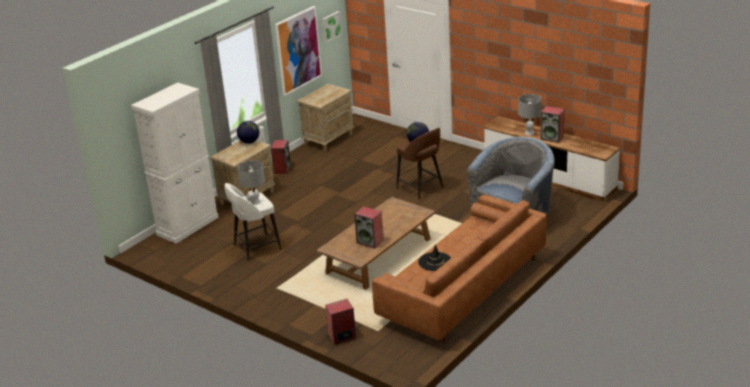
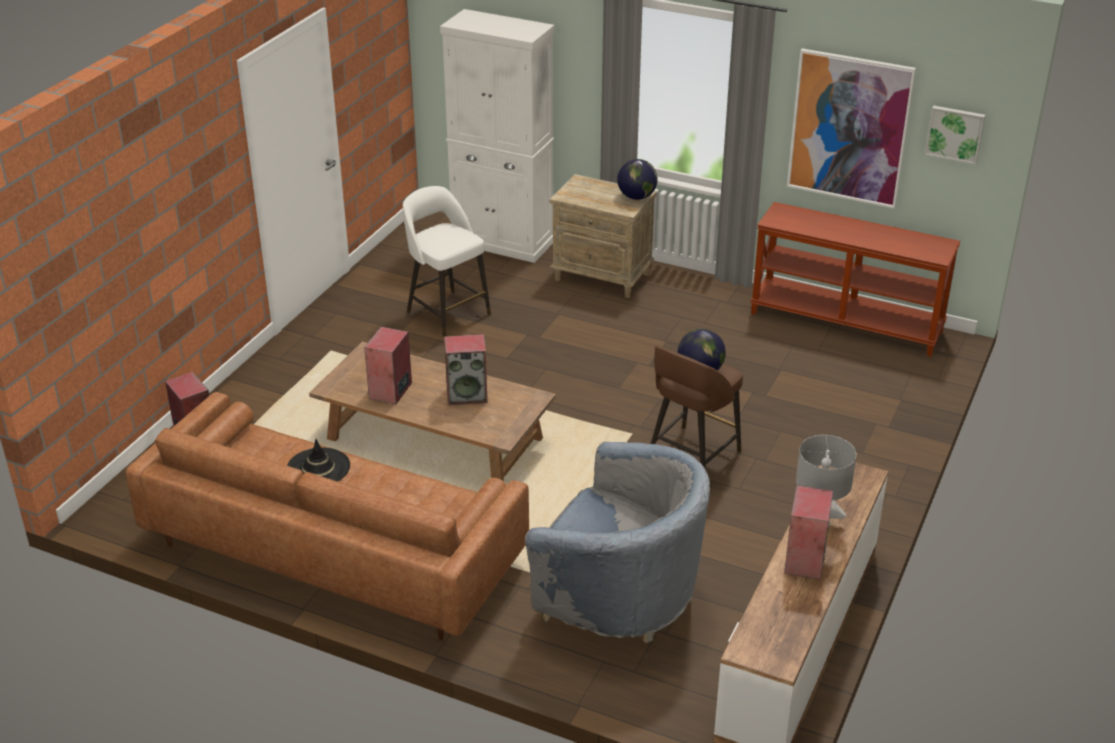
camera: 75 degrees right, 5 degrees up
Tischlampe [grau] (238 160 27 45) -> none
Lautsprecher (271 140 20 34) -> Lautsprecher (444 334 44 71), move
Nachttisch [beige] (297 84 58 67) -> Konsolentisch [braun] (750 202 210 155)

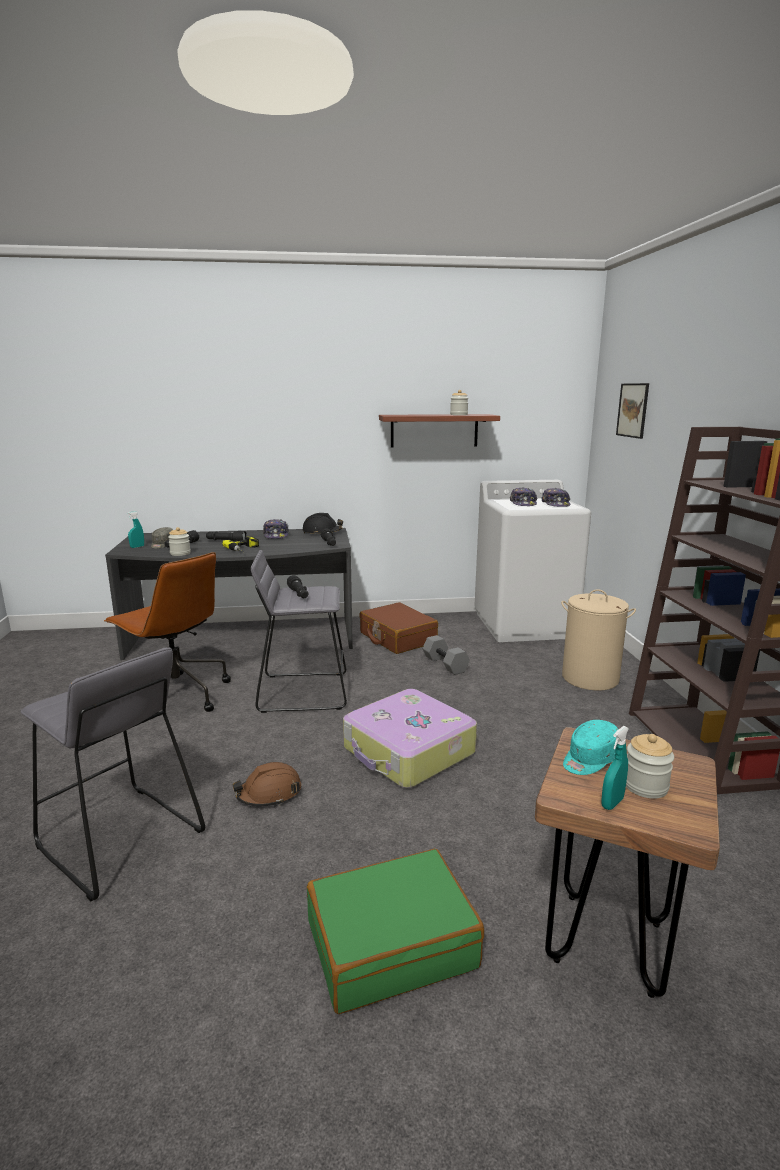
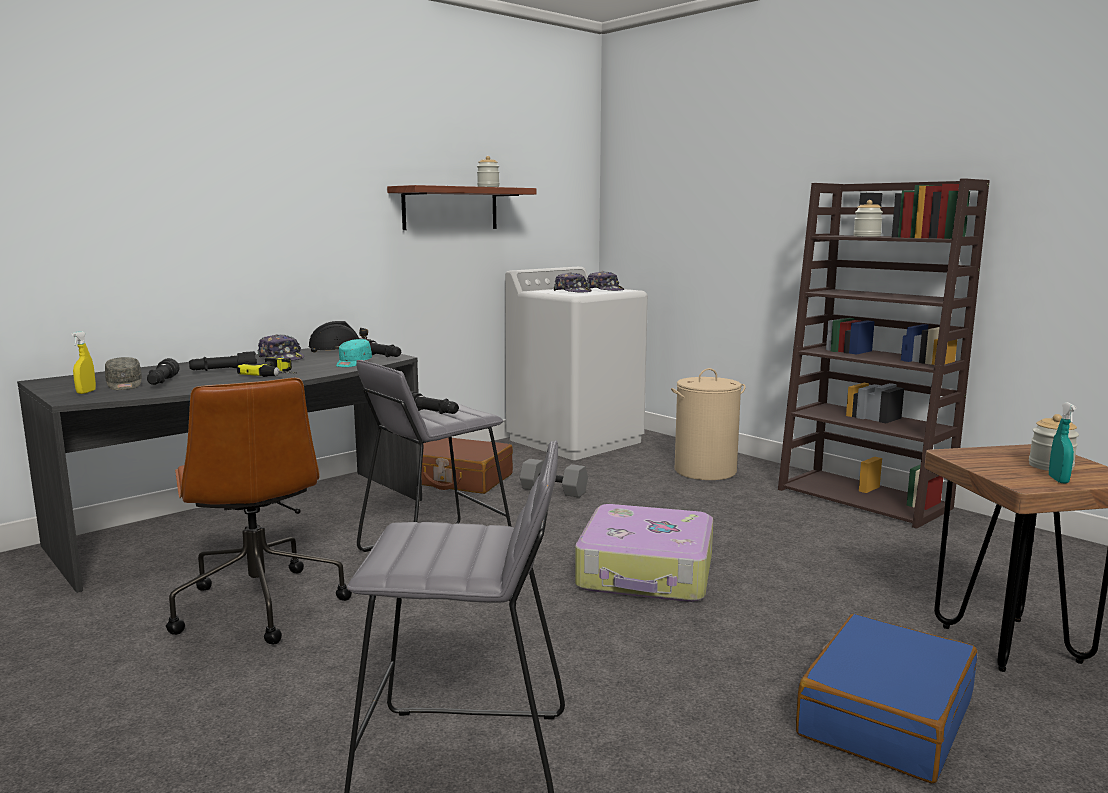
camera: 35 degrees left, 5 degrees down
Schutzhelm [braun] (232 762 69 44) -> none
Bild (616 383 33 56) -> none
Vorratsglas (168 527 23 29) -> Vorratsglas (853 200 30 37), move
Kappe [türkis] (563 720 56 55) -> Kappe [türkis] (336 339 36 28), move
Sprühflasche [türkis] (127 511 17 37) -> Sprühflasche [gelb] (71 331 25 63)
Koffer [grün] (307 849 177 165) -> Koffer [blau] (796 614 181 169)
Bürostuhl [braun] (104 552 127 160) -> Bürostuhl [braun] (166 378 186 266), 60 degrees clockwise

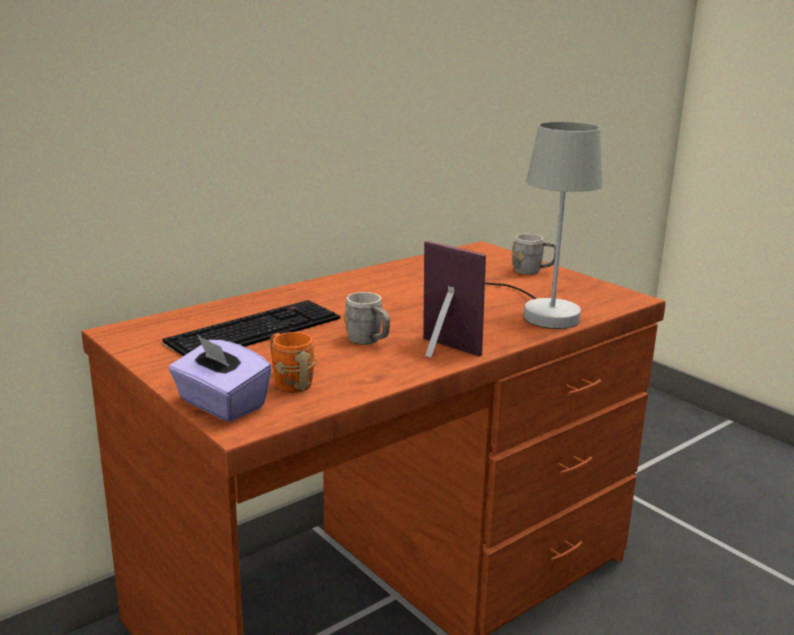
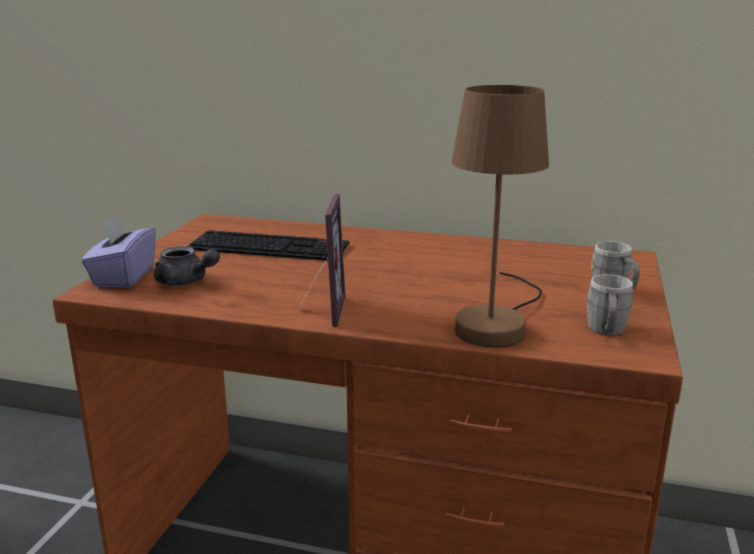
camera: 55 degrees right, 0 degrees up
Henkelbecher [grau] (344 292 46 53) -> Henkelbecher [grau] (586 274 47 61), move
Henkelbecher [orange] (270 332 46 61) -> Teekanne [grau] (154 246 66 40)
Tischlampe [grau] (485 122 117 207) -> Tischlampe [braun] (452 85 97 262)

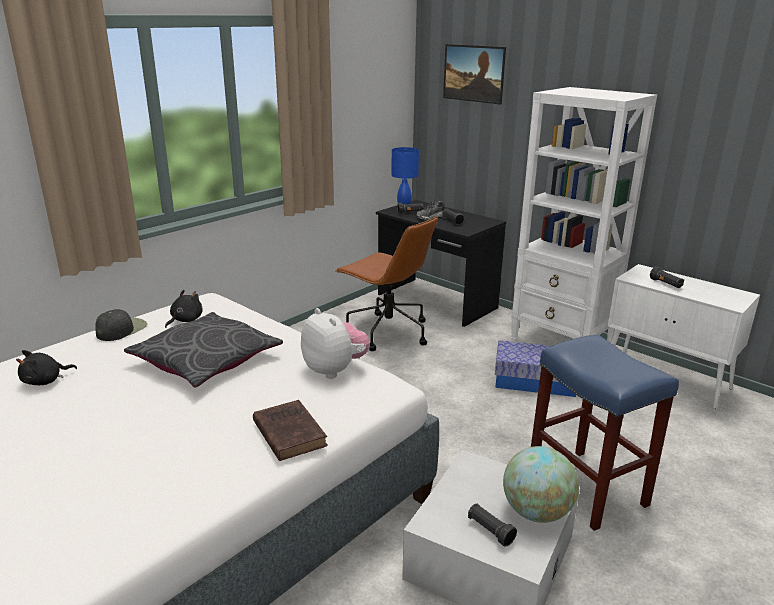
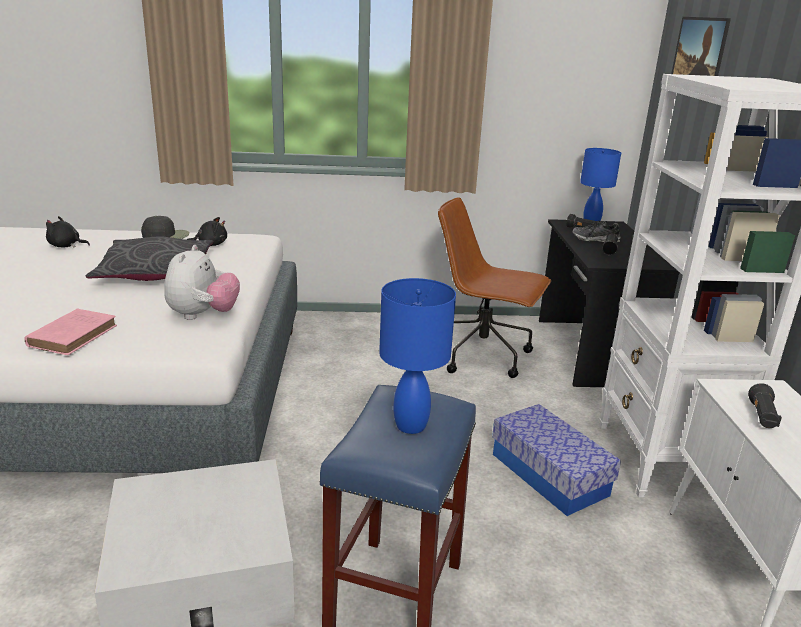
camera: 45 degrees right, 0 degrees up
Taschenlampe [schwarz] (468 503 49 44) -> none
Globus (503 446 76 77) -> none
none -> Tischlampe [blau] (379 278 77 156)
Buch [braun] (253 400 75 61) -> Buch [rosa] (25 309 92 46)
Bürostuhl [braun] (335 216 103 135) -> Bürostuhl [braun] (438 197 113 181), 120 degrees clockwise

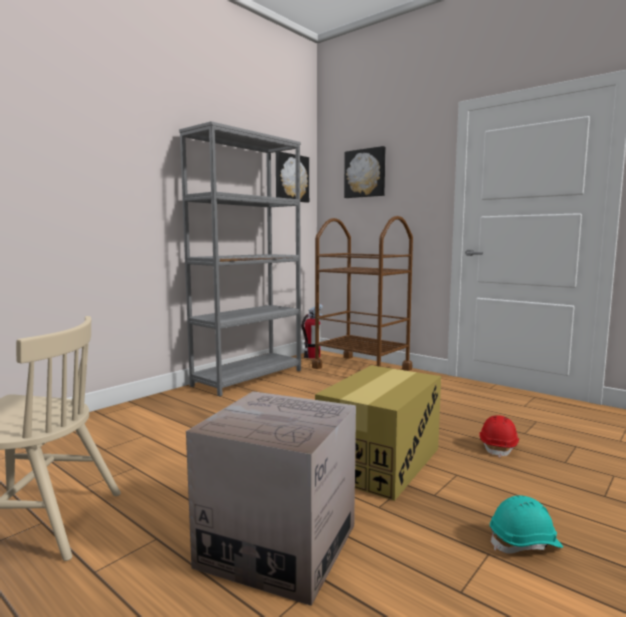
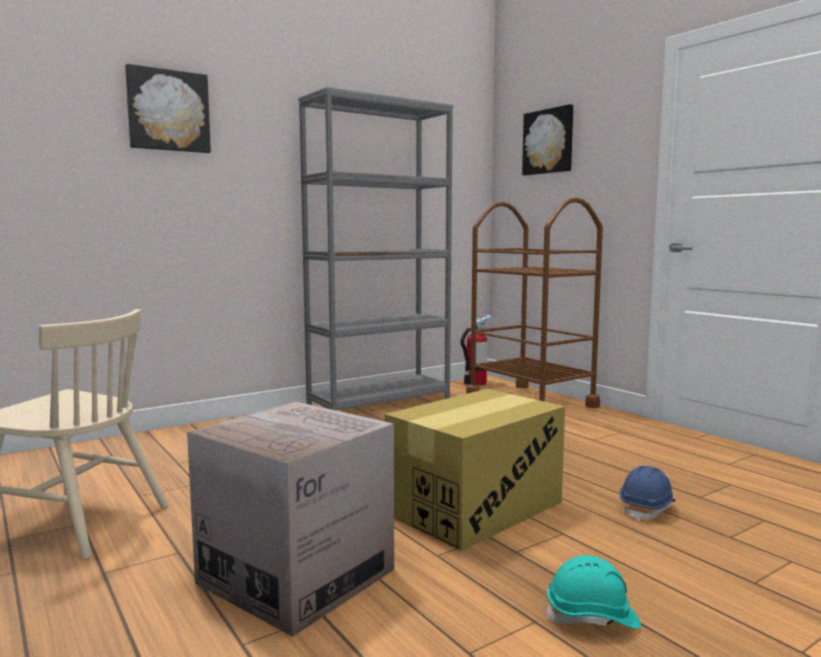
camera: 15 degrees right, 0 degrees up
Bild (276 152 33 51) -> Bild (125 64 86 89), move
Schutzhelm [rot] (479 415 40 43) -> Schutzhelm [blau] (619 466 57 56)

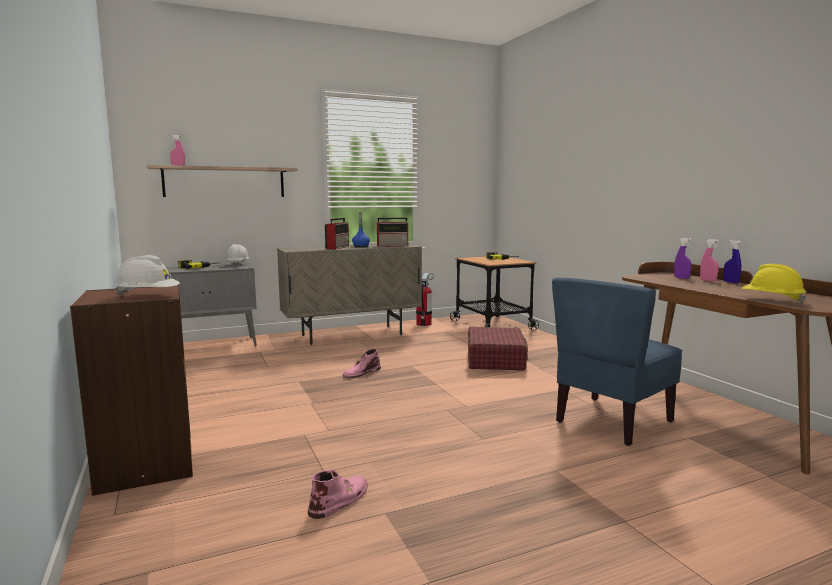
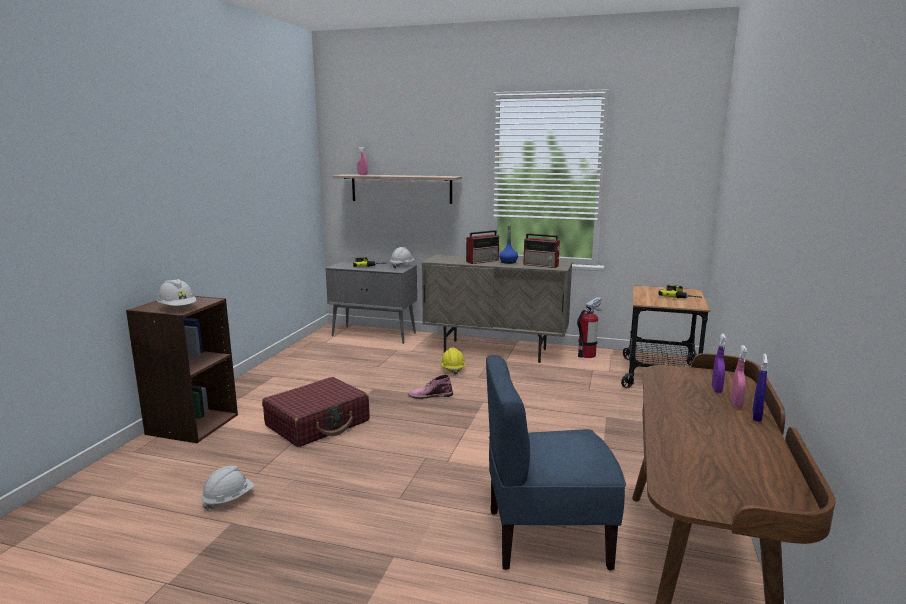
camera: 40 degrees right, 5 degrees up
Koffer [rot] (468 327 60 44) -> Koffer [rot] (262 377 108 70), move
Schutzhelm [gelb] (741 264 66 40) -> Schutzhelm [gelb] (440 348 26 27), move
Stiefel [rosa] (308 469 60 50) -> Schutzhelm [weiß] (201 466 53 45)

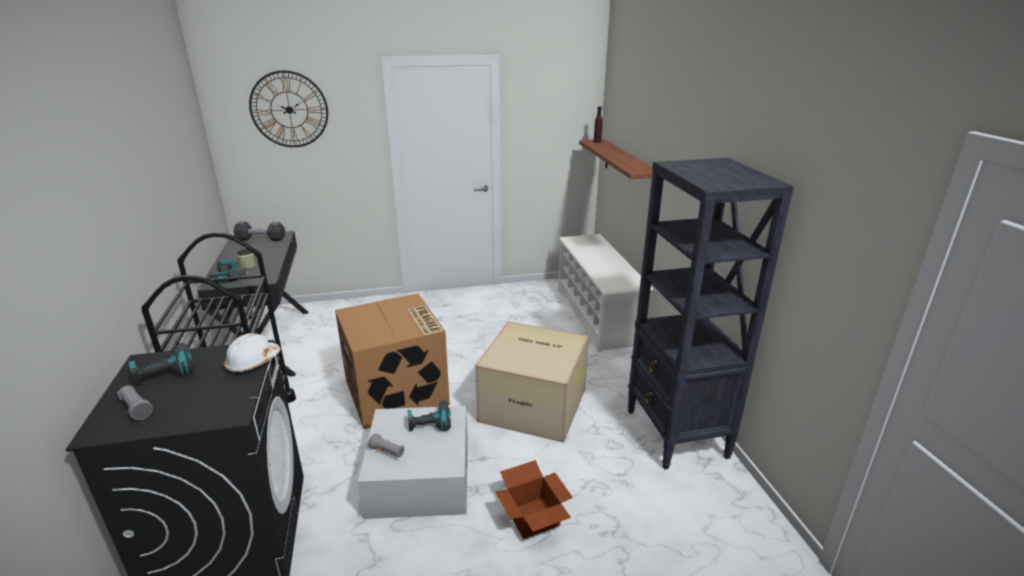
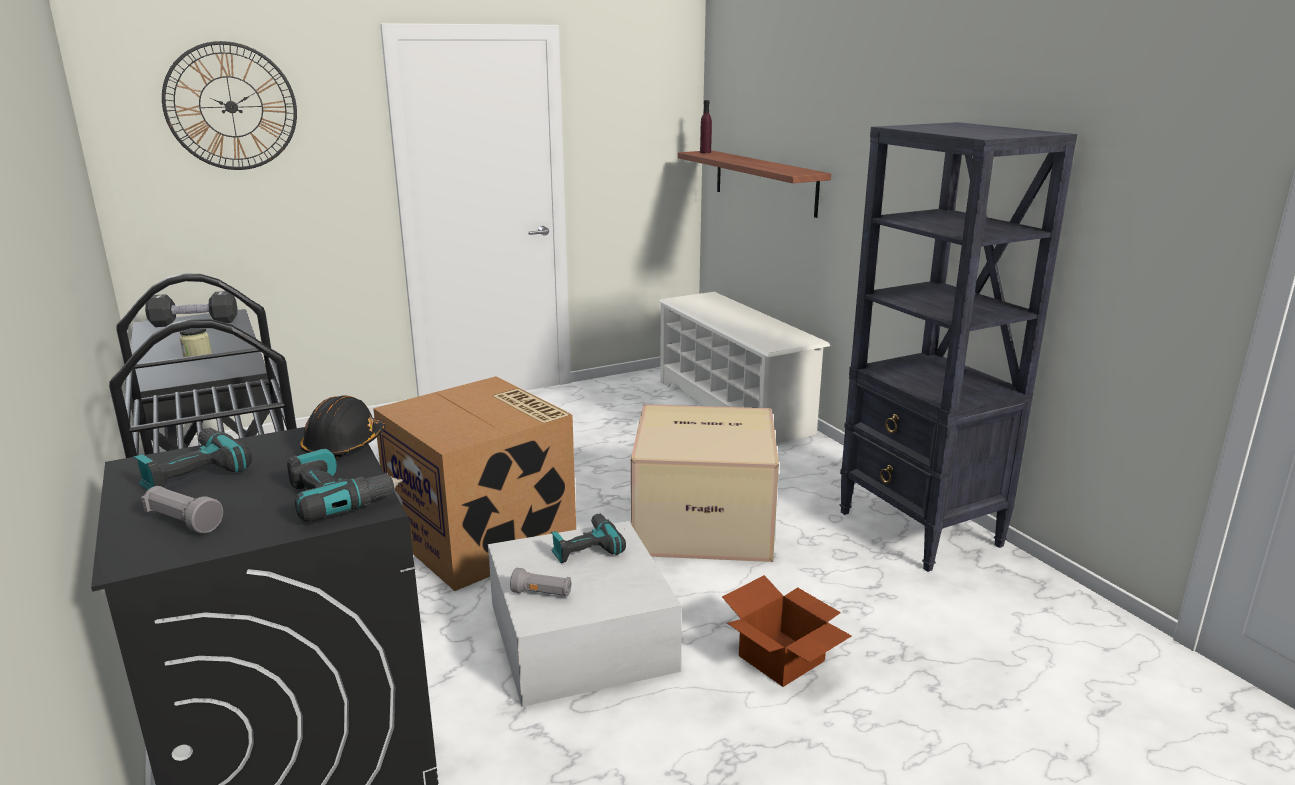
camera: 15 degrees left, 5 degrees down
Bohrmaschine (209 259 42 25) -> Bohrmaschine (287 449 116 73), move
Schutzhelm [weiß] (224 333 56 41) -> Schutzhelm [schwarz] (300 395 86 64)

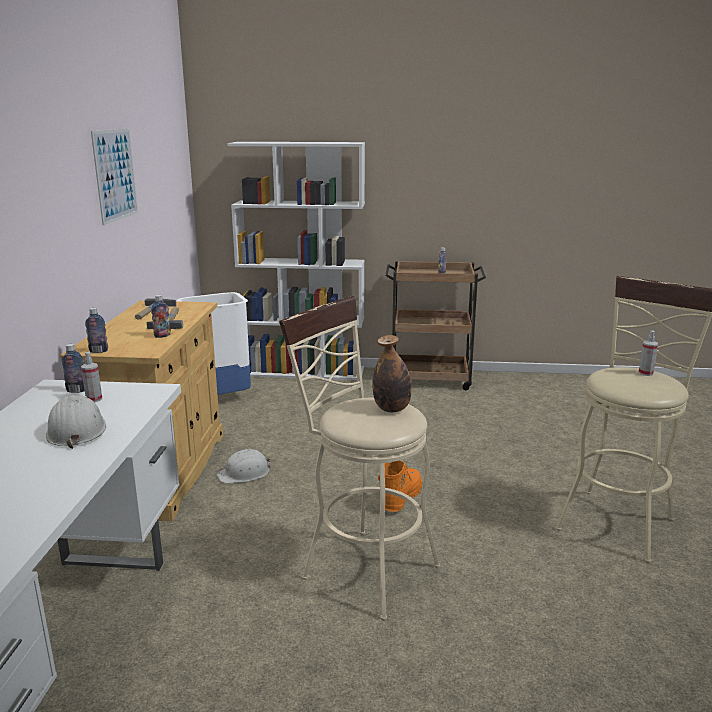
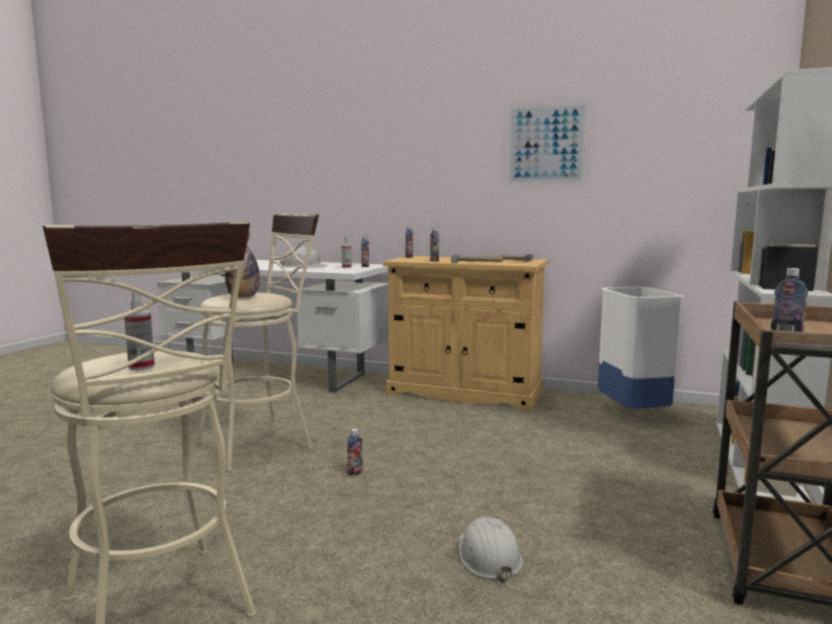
camera: 105 degrees right, 10 degrees down
Schutzhelm [weiß] (217 449 54 34) -> Schutzhelm [weiß] (458 517 65 66), move
Stiefel [orange] (378 460 44 52) -> Flasche (347 429 16 47)

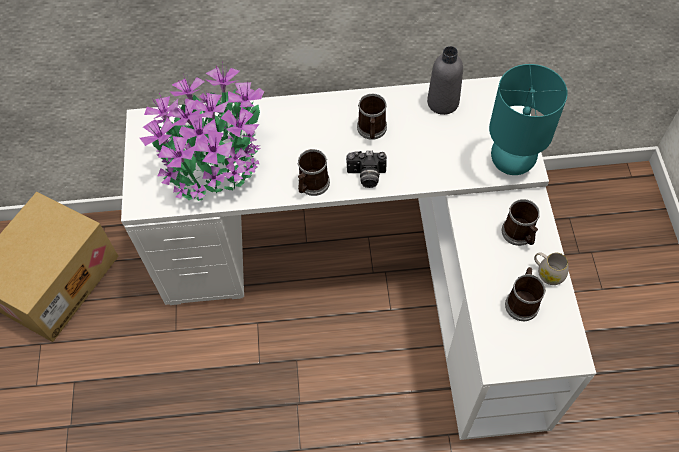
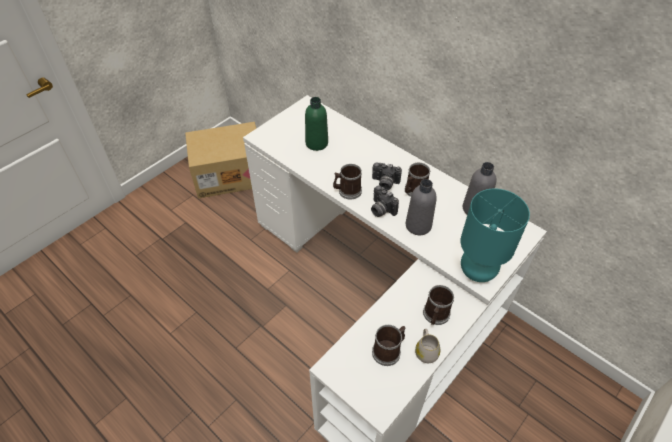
camera: 45 degrees right, 10 degrees down
none -> Kamera (372 163 30 27)
none -> Flasche [grau] (406 179 31 56)
Topfpflanze (140 61 124 140) -> Flasche [grün] (305 97 23 54)

